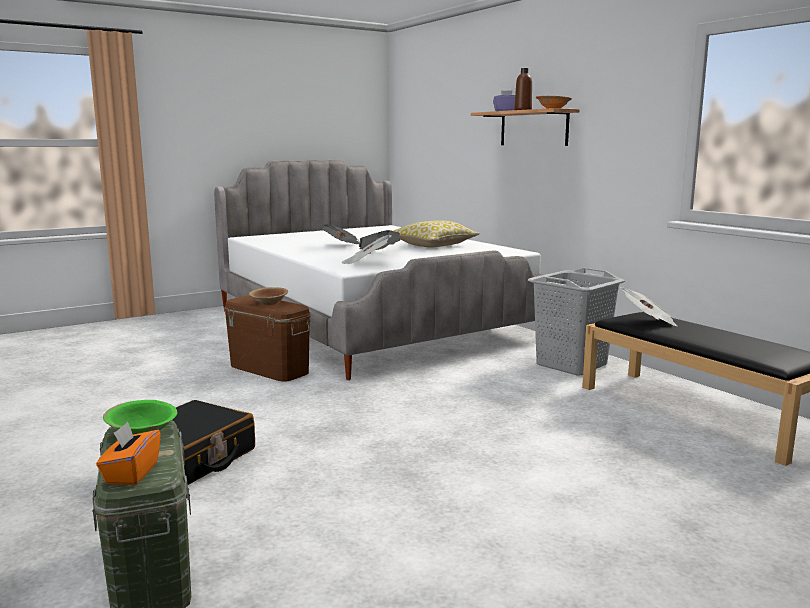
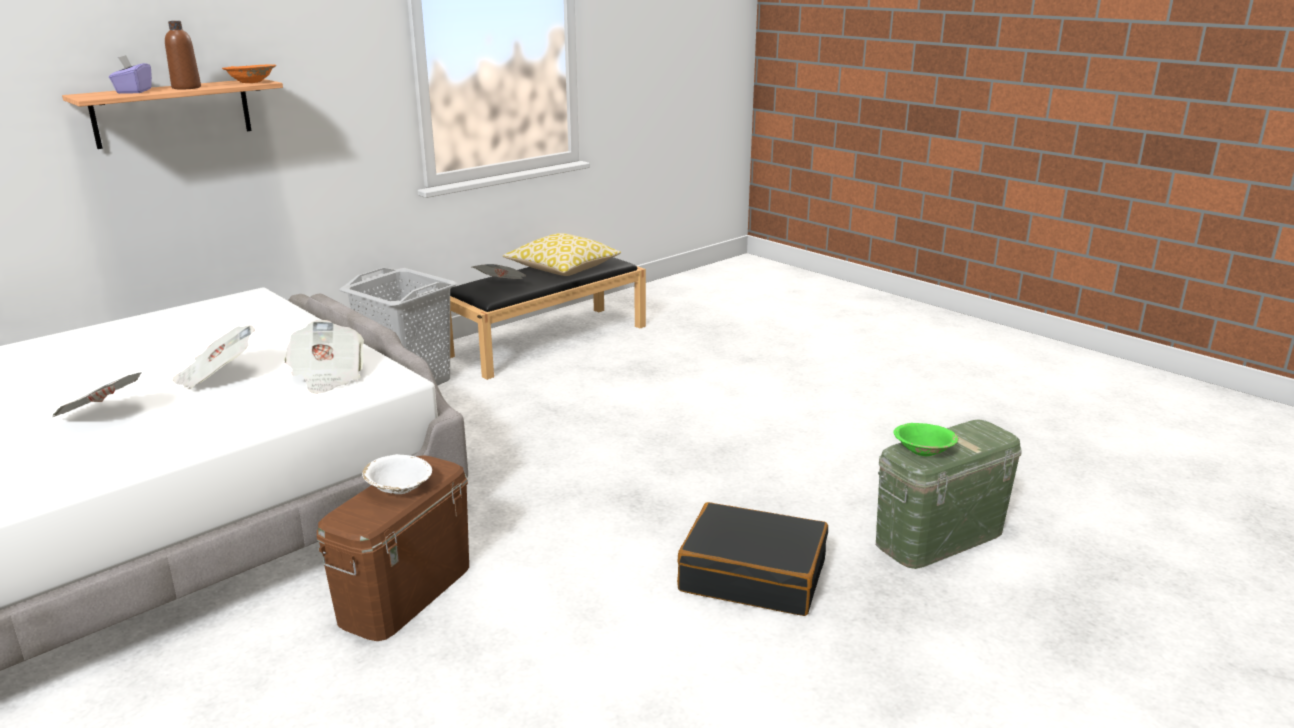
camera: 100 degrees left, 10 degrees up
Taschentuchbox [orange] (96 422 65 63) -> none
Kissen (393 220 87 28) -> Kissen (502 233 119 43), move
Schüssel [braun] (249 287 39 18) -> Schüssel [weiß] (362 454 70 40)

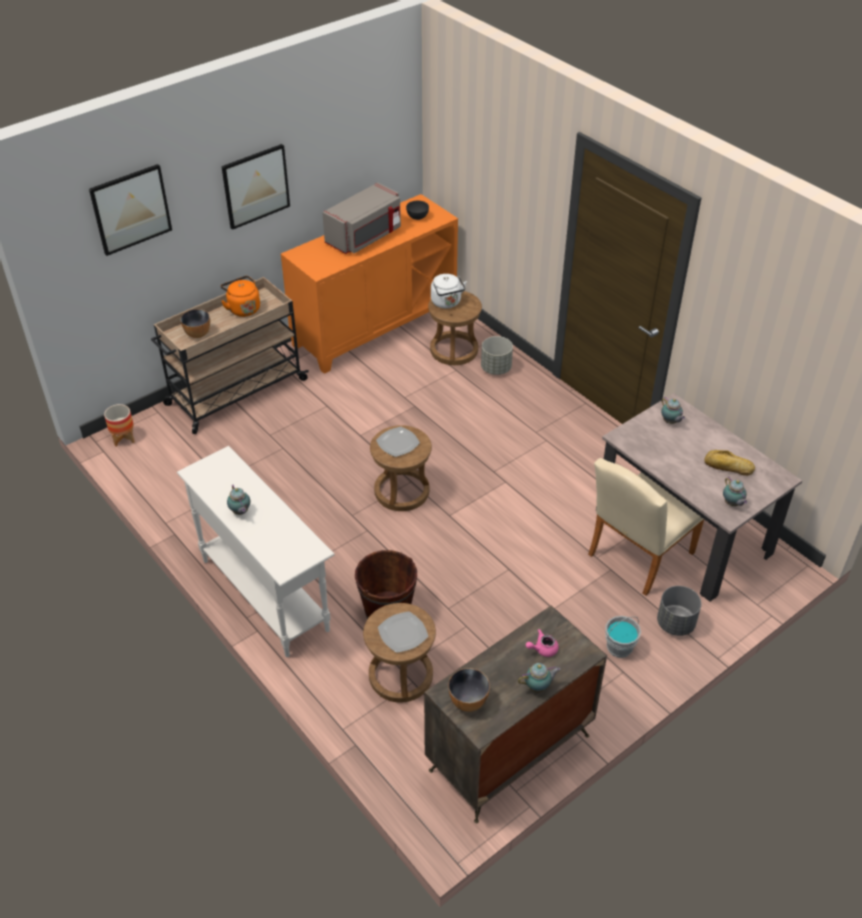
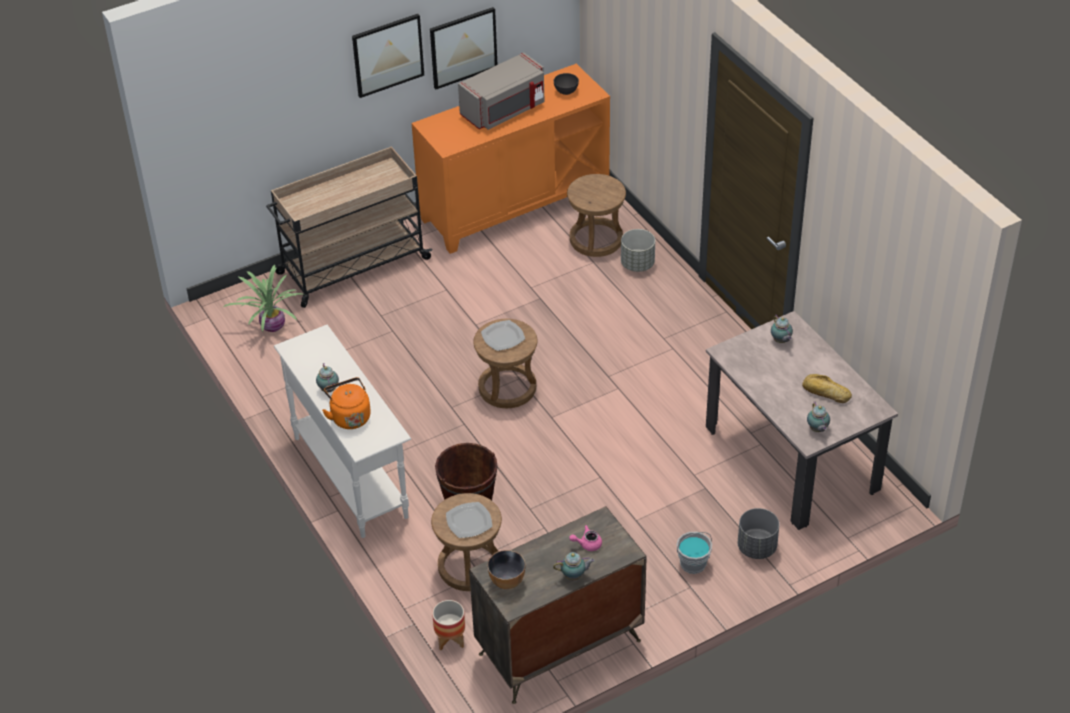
camera: 10 degrees right, 0 degrees up
Schüssel (180 309 30 29) -> none
Wasserkessel [weiß] (431 274 36 34) -> none
Stuhl [beige] (588 458 116 138) -> none
none -> Topfpflanze (223 265 82 67)
Bild (89 164 83 92) -> Bild (430 7 67 82), move
Pflanzkübel (104 404 31 43) -> Pflanzkübel (432 600 33 50), move
Wasserkessel [orange] (220 276 40 41) -> Wasserkessel [orange] (322 377 49 52), move

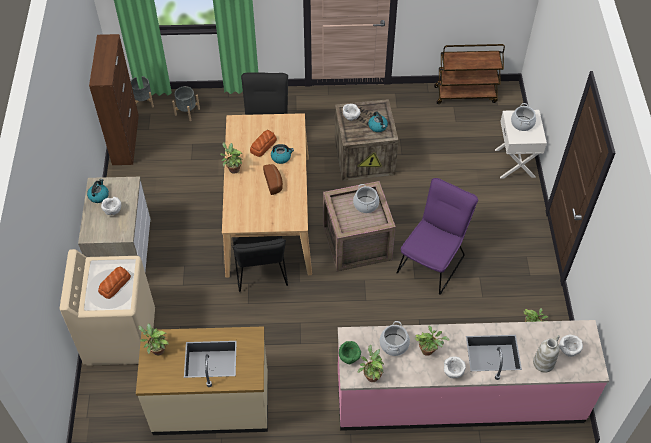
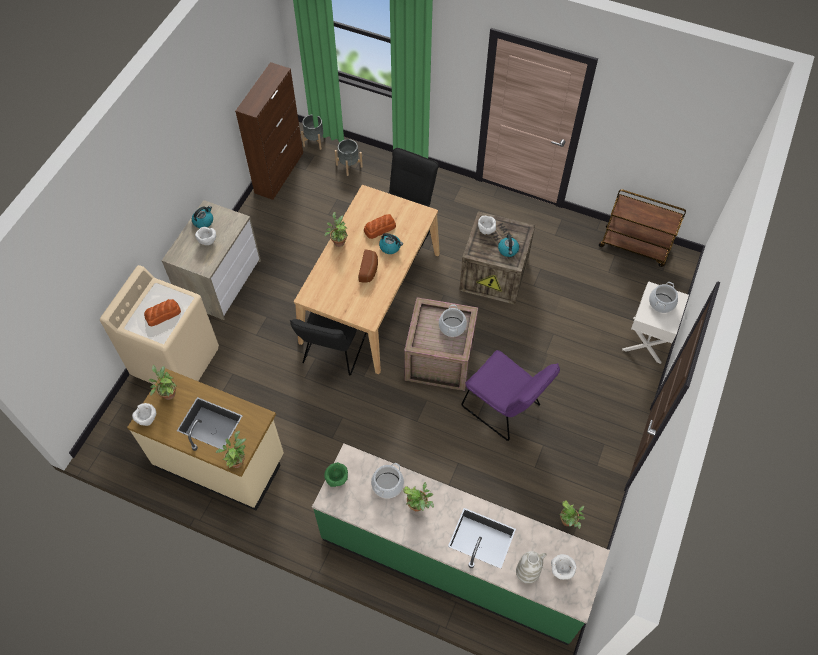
camera: 25 degrees right, 5 degrees up
Topfpflanze (358 344 26 38) -> Topfpflanze (216 431 30 37), move
Schüssel [weiß] (444 357 22 21) -> Schüssel [weiß] (132 403 24 23), move
Küchenzeile [rosa] (338 320 271 111) -> Küchenzeile [grün] (312 443 298 202)
Stuhl [lila] (397 178 81 117) -> Stuhl [lila] (461 350 99 91), 75 degrees clockwise

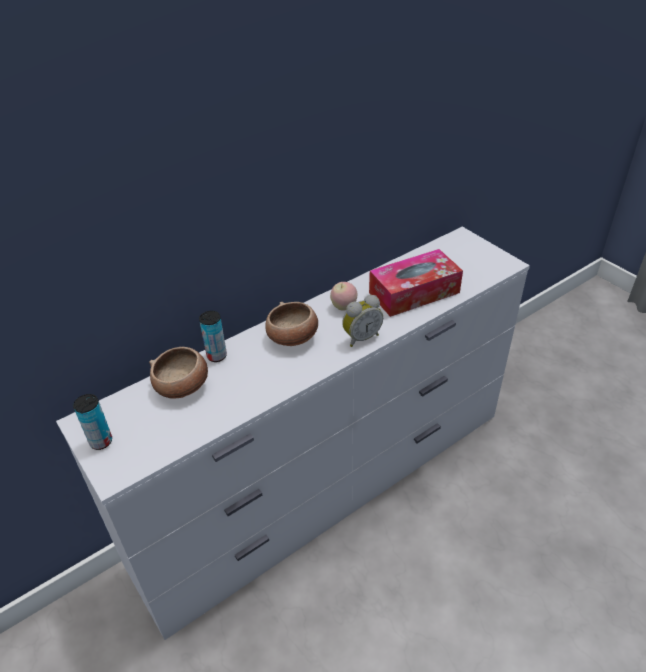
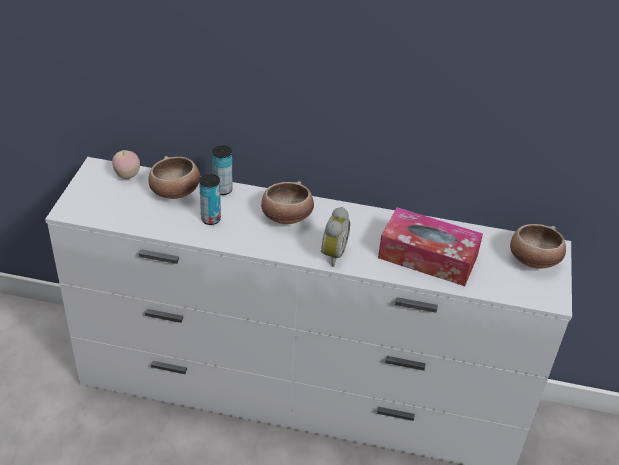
camera: 45 degrees right, 0 degrees up
none -> Schüssel (510 224 56 45)
Dose (73 394 39 56) -> Dose (199 174 22 51), move
Apfel (330 282 27 28) -> Apfel (112 150 28 29), move
Wecker (342 295 41 52) -> Wecker (321 207 29 60), 90 degrees counterclockwise

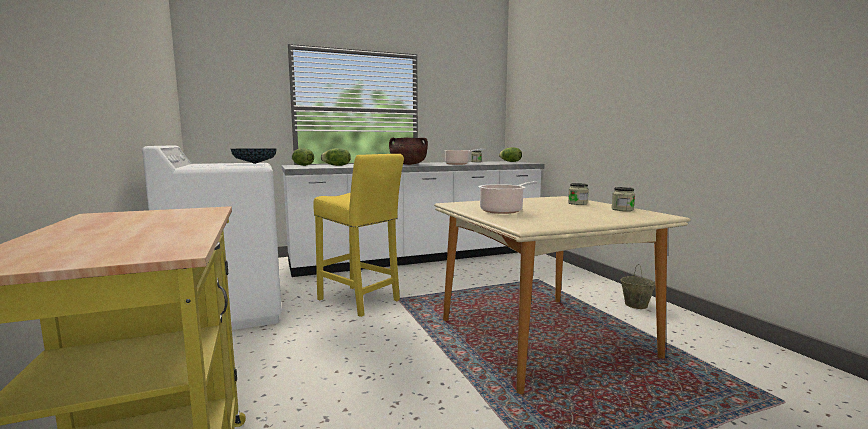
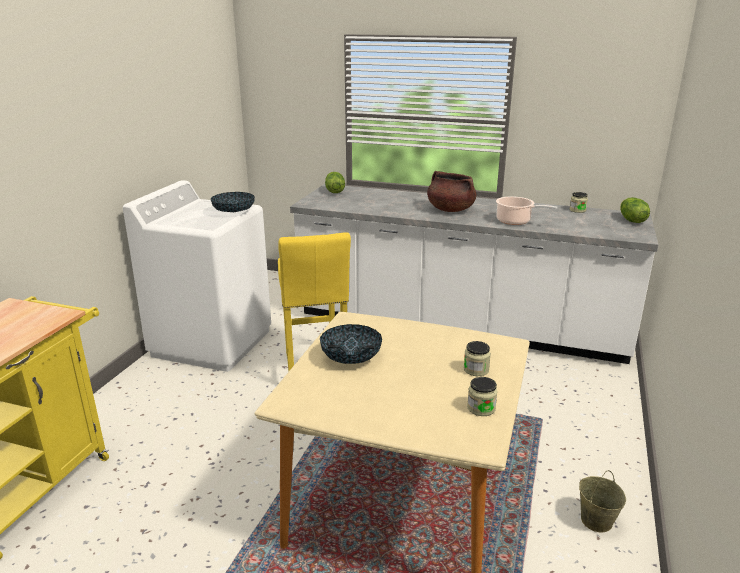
camera: 40 degrees right, 15 degrees up
Salatkopf (321 148 30 18) -> none
Kochtopf (478 181 59 33) -> Schüssel (320 324 62 40)

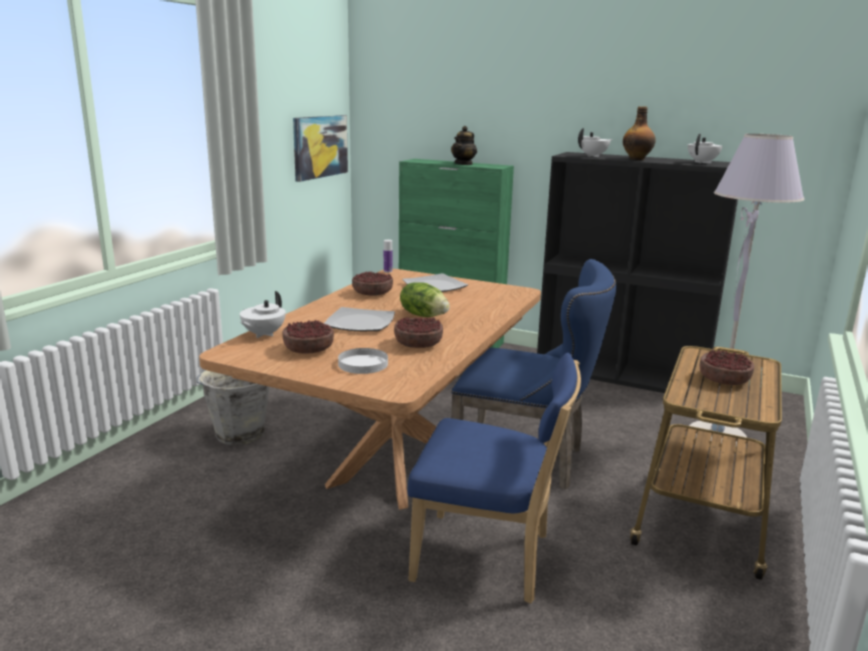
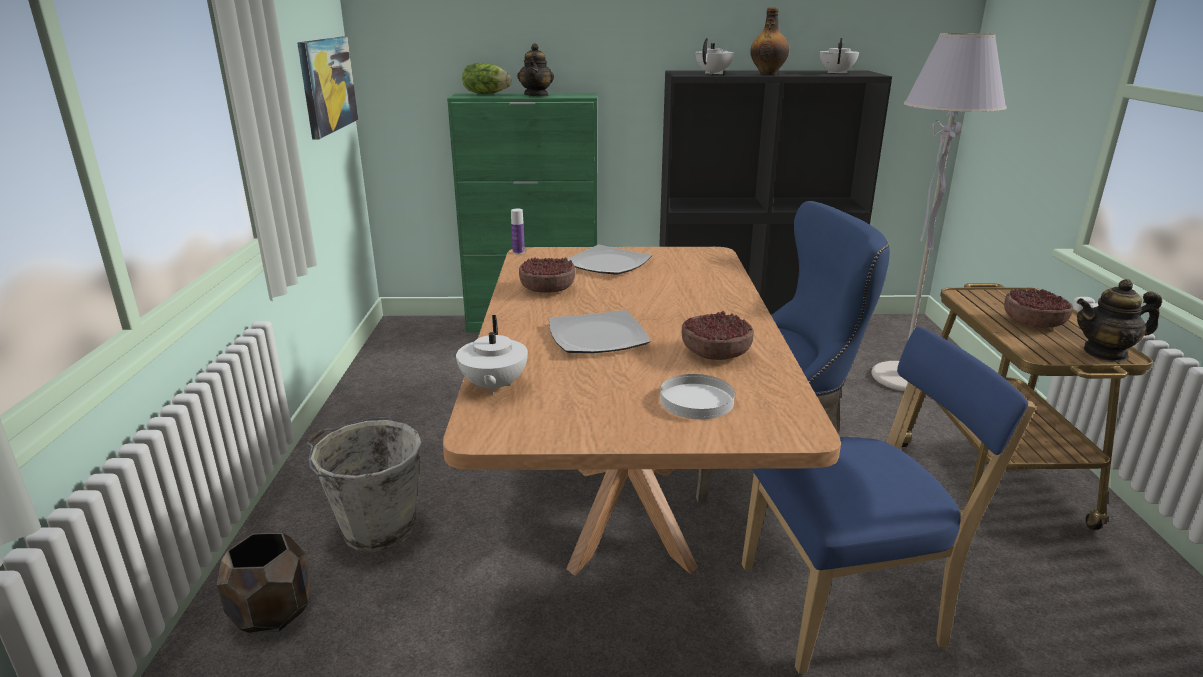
camera: 25 degrees left, 5 degrees up
Schüssel (282 320 52 33) -> none
none -> Pflanzkübel [braun] (217 533 94 100)
none -> Teekanne (1077 279 85 82)
Salatkopf (400 282 50 35) -> Salatkopf (462 63 50 31), move

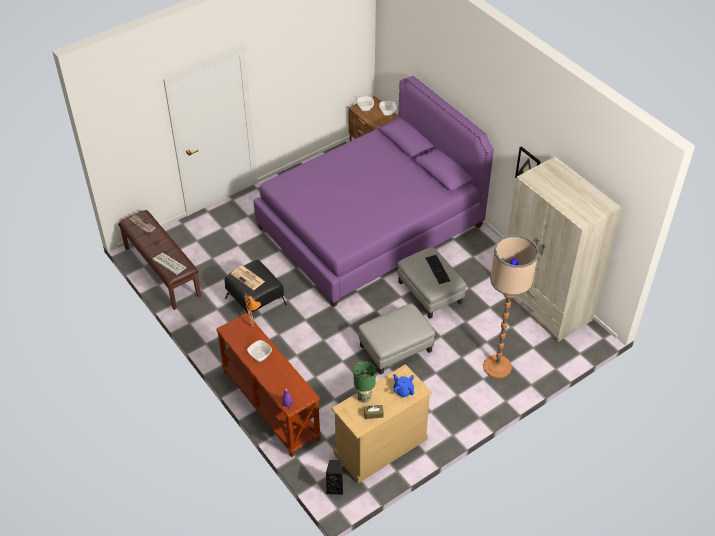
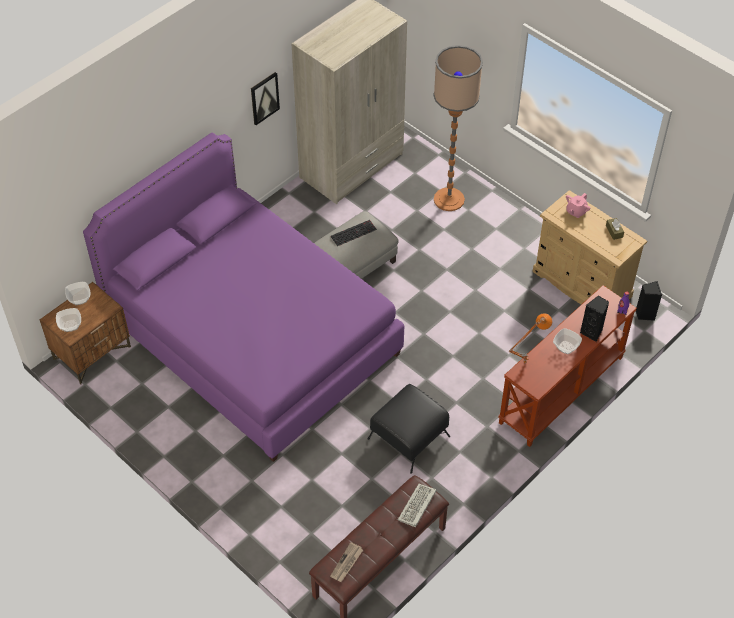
camera: 100 degrees left, 5 degrees up
Zeitung (231 266 34 24) -> none
Tischlampe [grün] (354 361 22 42) -> none
Polsterhocker [grau] (358 303 77 72) -> none
none -> Lautsprecher [schwarz] (580 295 29 47)
Teekanne [blau] (393 374 21 24) -> Teekanne [rosa] (566 193 24 25)

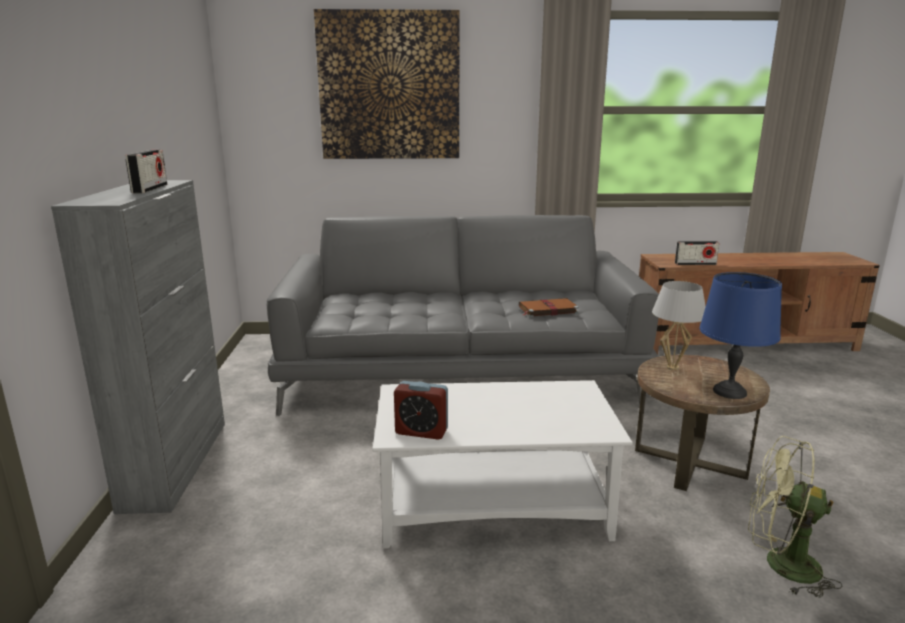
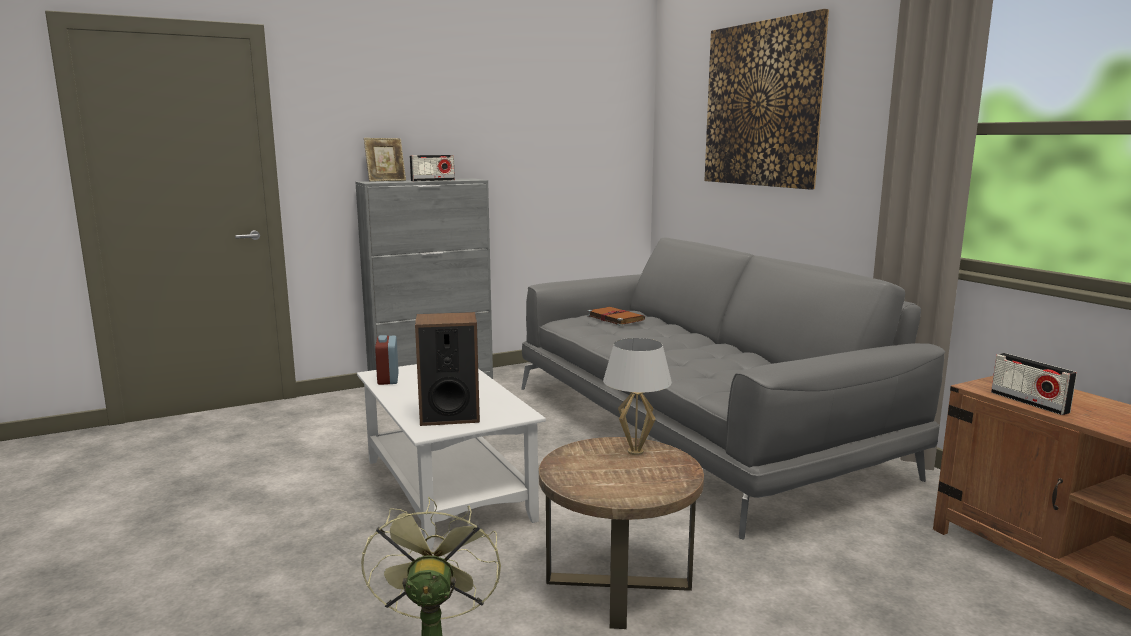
camera: 65 degrees right, 5 degrees down
Tischlampe [blau] (699 272 83 127) -> none
none -> Bilderrahmen (364 138 42 44)
none -> Lautsprecher (415 312 65 114)
Buch [braun] (519 298 60 19) -> Buch [braun] (587 307 58 19), move

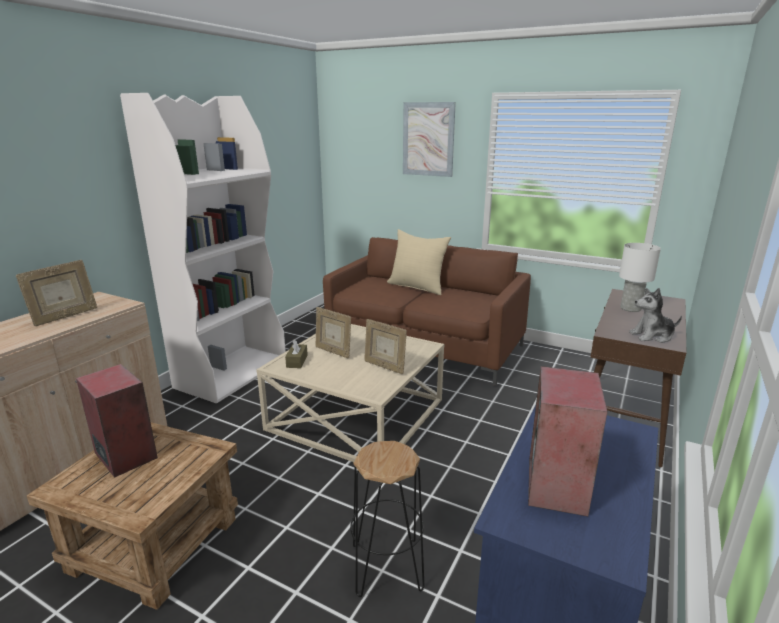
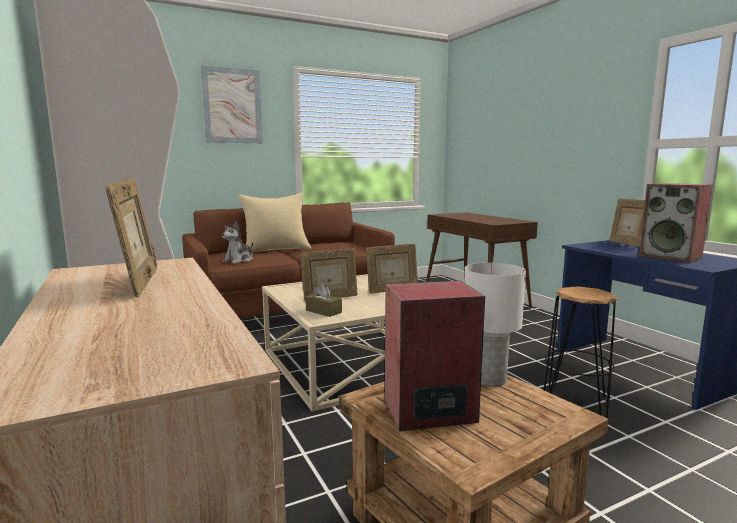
camera: 55 degrees left, 10 degrees down
none -> Bilderrahmen (609 199 36 48)
Tischlampe [weiß] (619 243 42 69) -> Tischlampe [weiß] (464 263 62 124), move
Plüschtier (629 288 53 55) -> Plüschtier (222 221 31 43), move

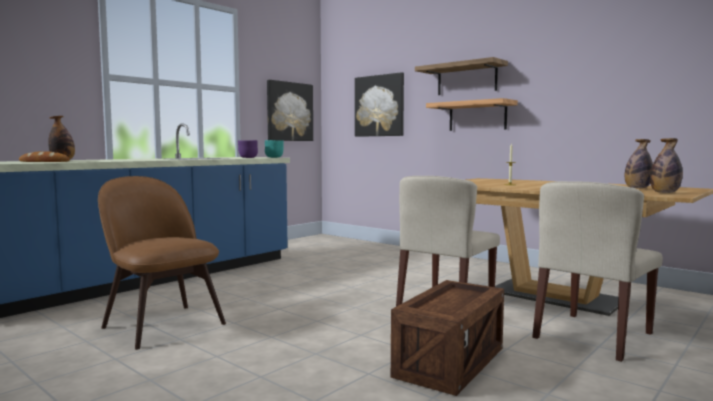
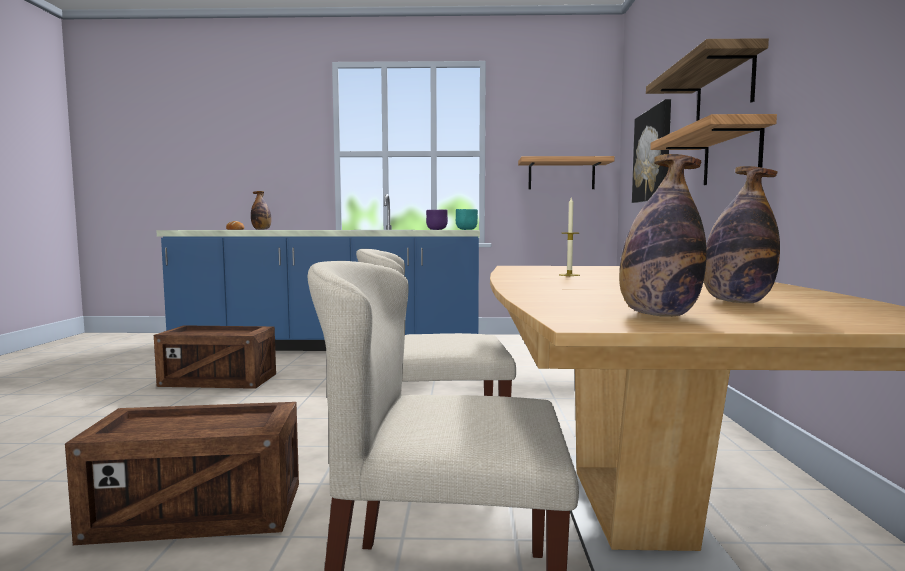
camera: 50 degrees right, 0 degrees up
Stuhl [braun] (98 176 128 174) -> Kiste (154 325 122 64)
Bild (267 80 46 61) -> Wandregal (518 156 97 33)

